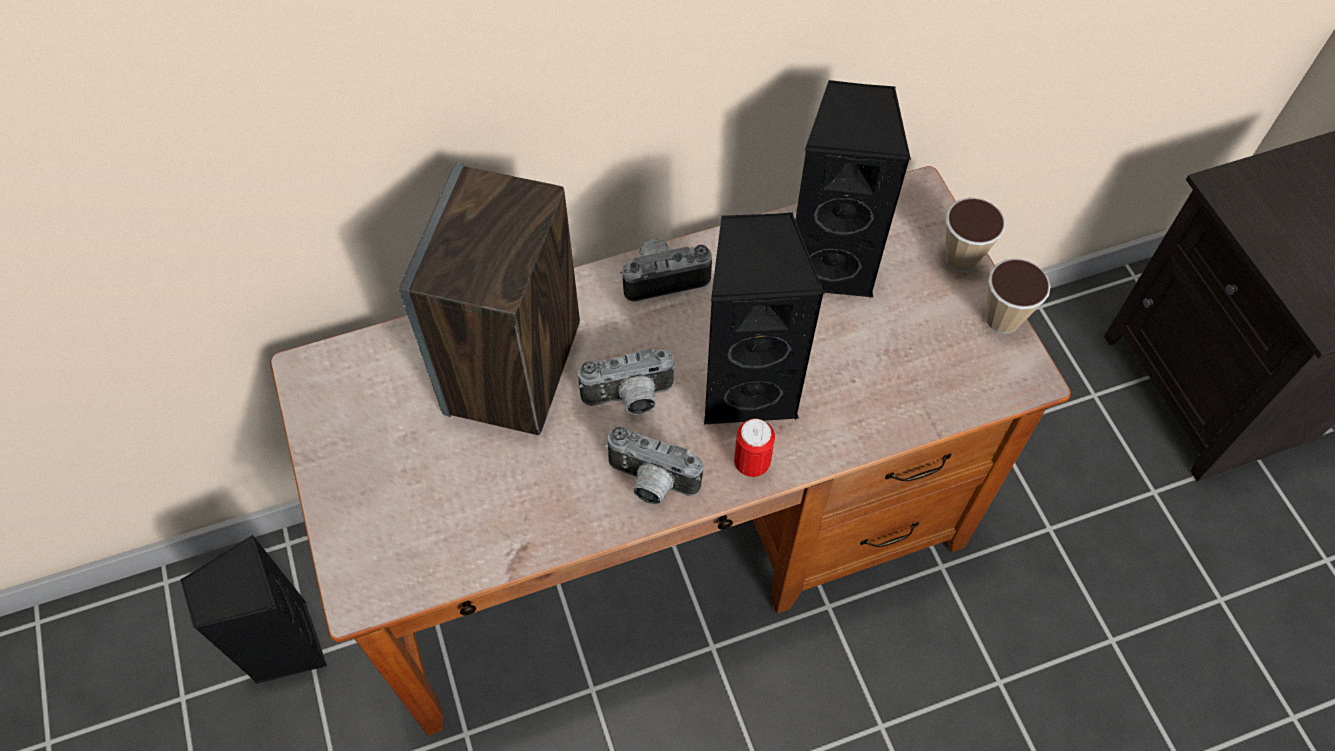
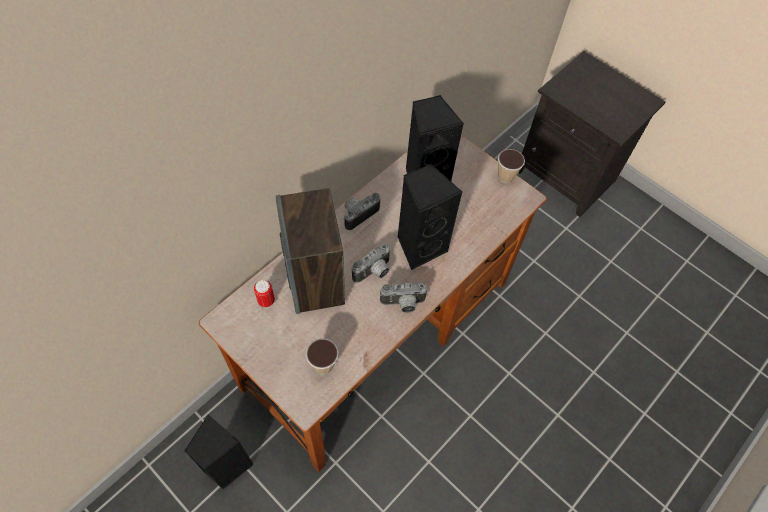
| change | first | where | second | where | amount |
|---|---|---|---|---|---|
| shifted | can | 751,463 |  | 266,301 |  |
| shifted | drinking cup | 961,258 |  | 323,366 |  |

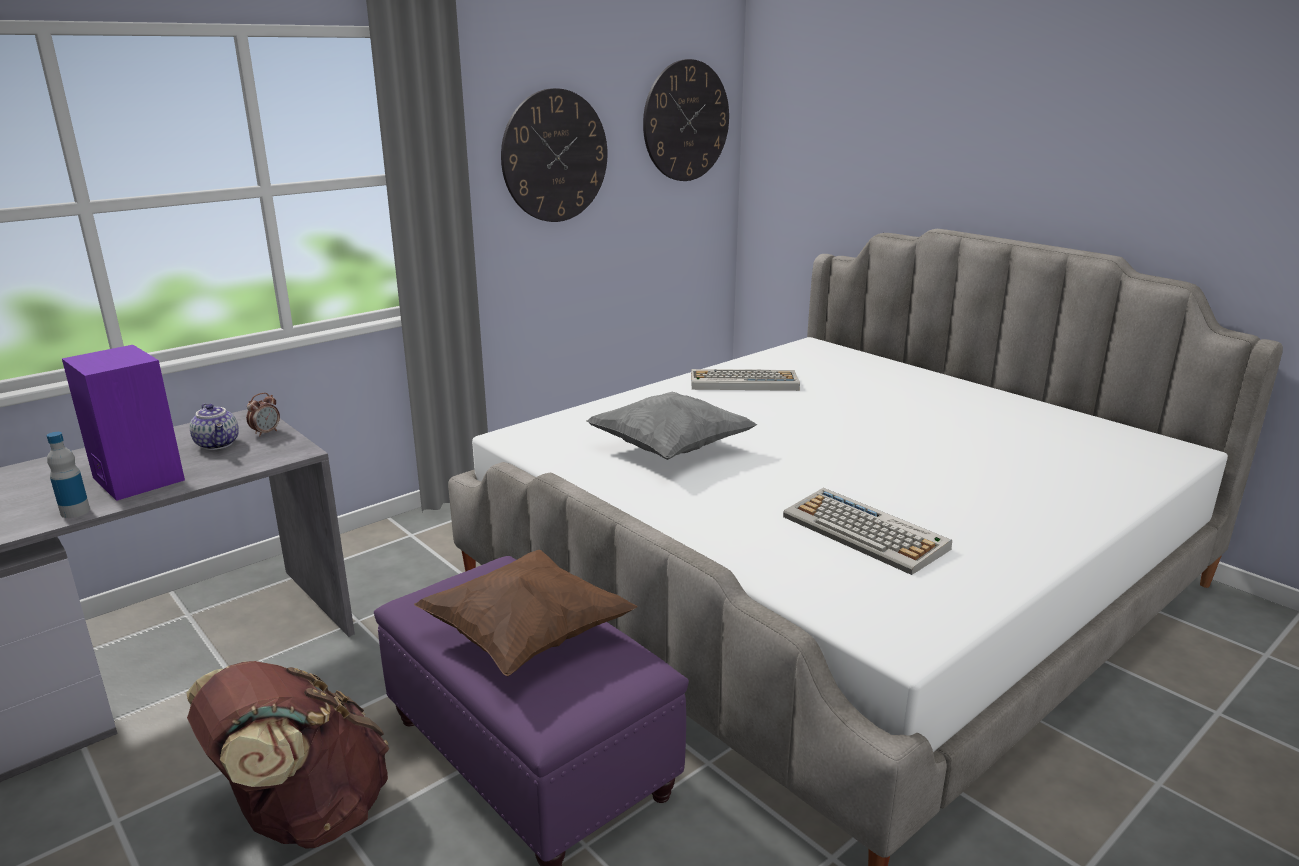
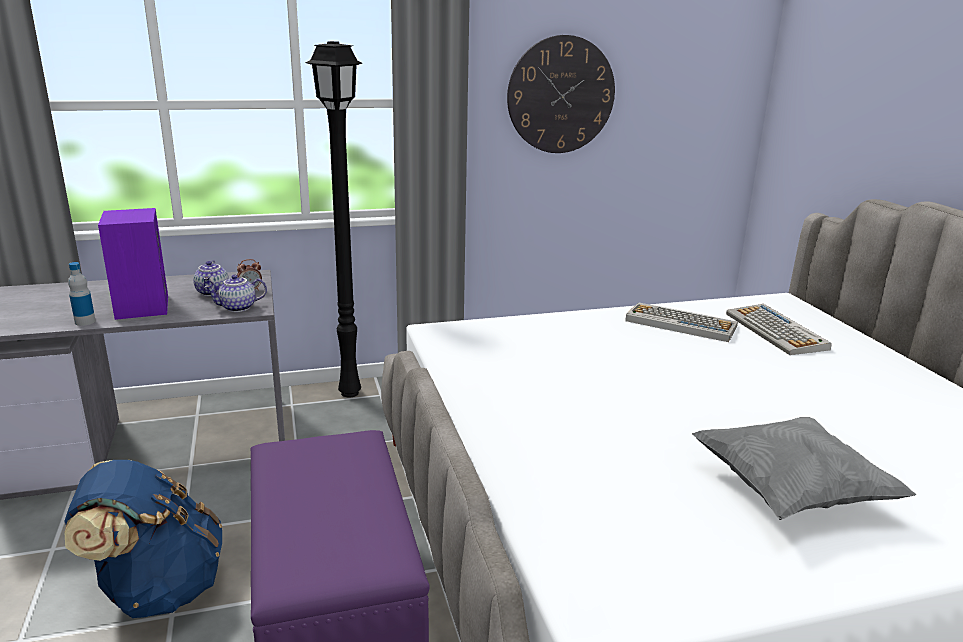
| change | first | where | second | where | amount |
|---|---|---|---|---|---|
| repainted | brown backpack | 304,814 | bluish backpack | 157,589 |  |
| gone | brown cushion | 526,637 |  |  |  |
| shifted | gray cushion | 670,449 |  | 790,492 |  |
| gone | hanging clock | 686,121 |  |  |  |
| shifted | PC keyboard | 866,533 |  | 776,331 |  |
| new |  |  | tea pot | 237,308 |  |
| new |  |  | black standing lamp | 350,394 |  |

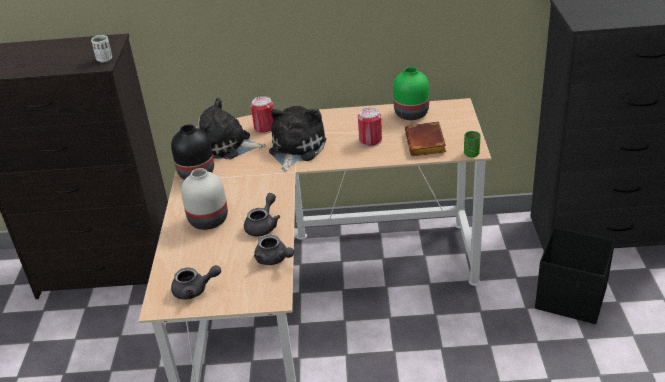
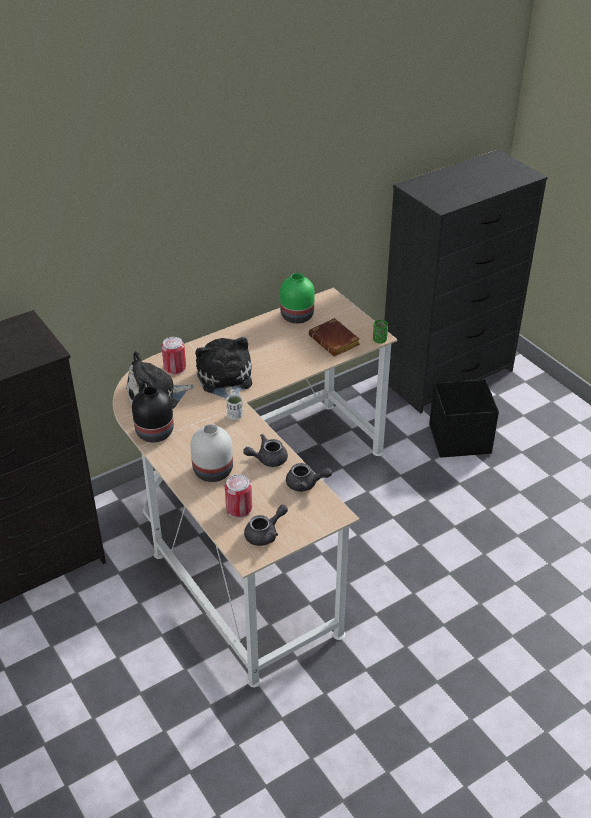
| change | first | where | second | where | amount |
|---|---|---|---|---|---|
| shifted | white drinking cup | 104,59 |  | 235,416 |  |
| rotated | gray tea pot | 263,225 |  | 267,459 | 105 degrees counterclockwise |
| shifted | can | 370,140 |  | 239,509 |  |

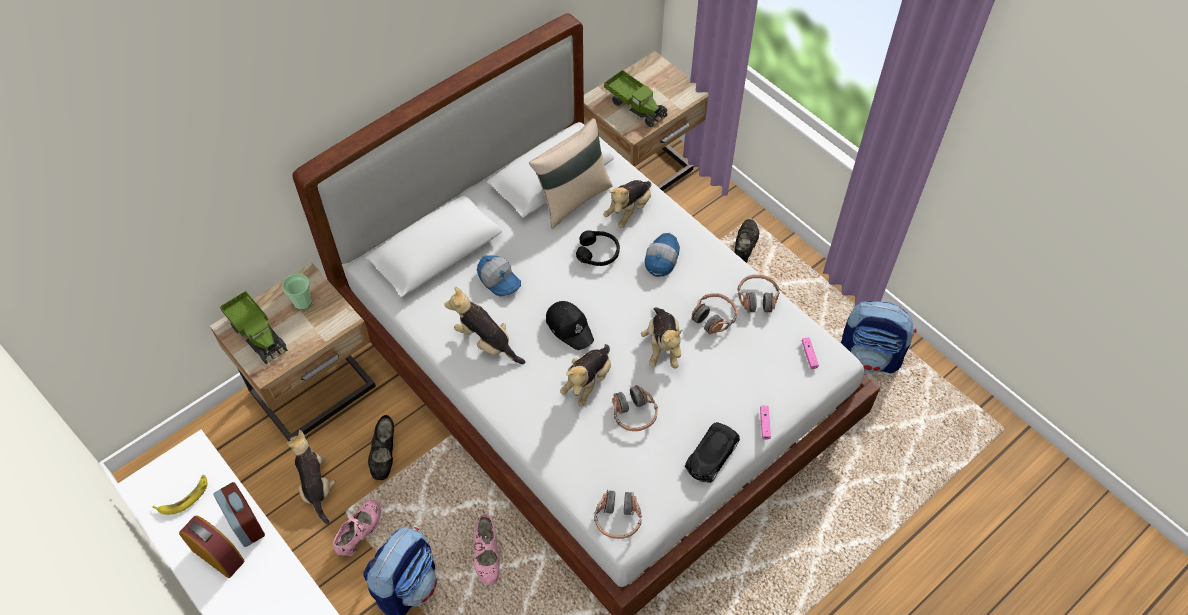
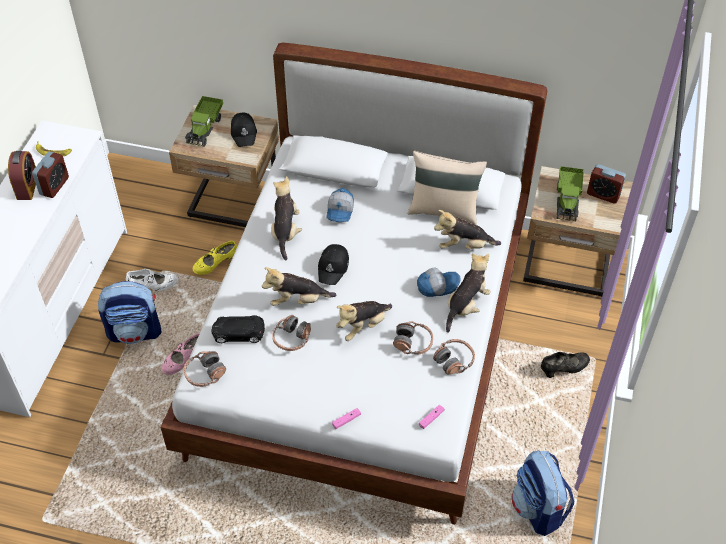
| change | first | where | second | where | amount |
|---|---|---|---|---|---|
| swapped | drinking cup | 303,302 | black peaked cap | 244,133 |  |
| shifted | plush toy | 316,486 |  | 466,306 |  |
| repainted | pink-coloured item of footwear | 360,533 | white item of footwear | 154,287 |  |
| repainted | black item of footwear | 384,455 | yellow item of footwear | 216,265 |  |
| gone | black headphones | 598,253 |  |  |  |
| shifted | black model car | 711,456 |  | 238,333 |  |
| new |  |  | table clock | 603,194 |  |

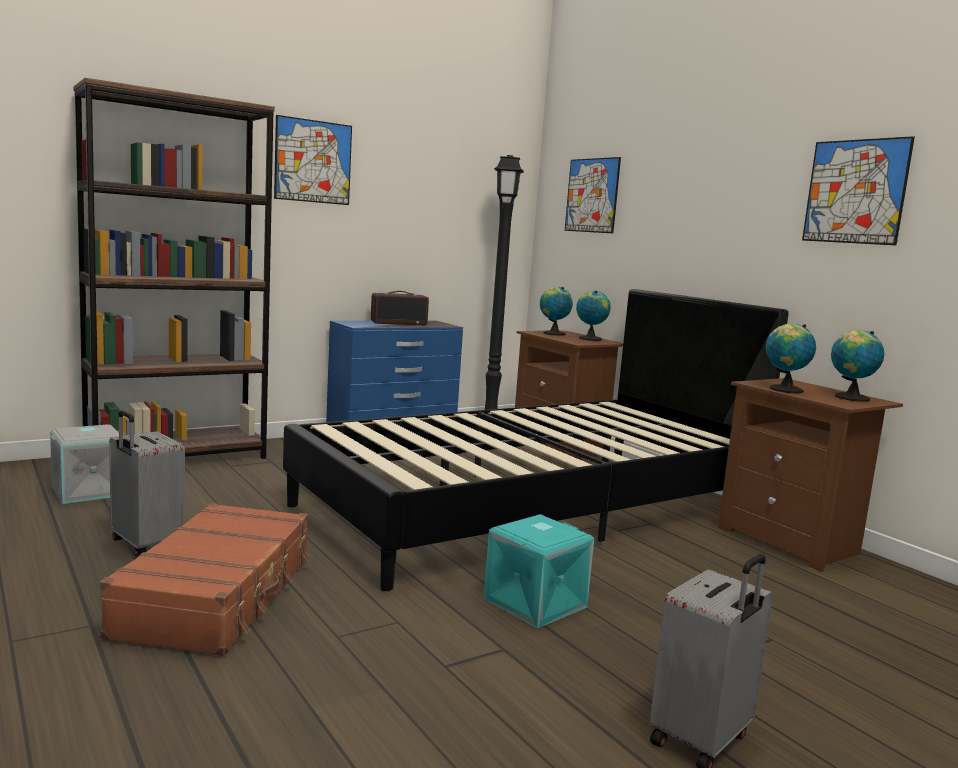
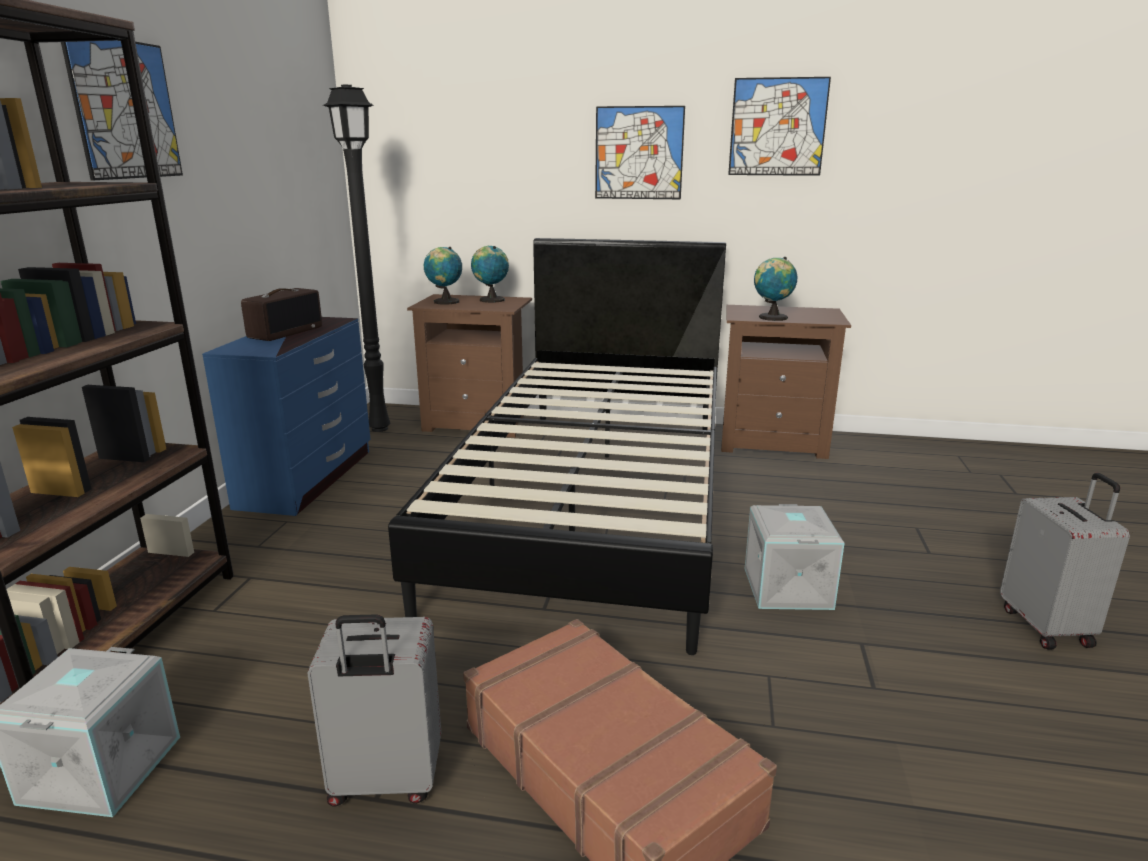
| change | first | where | second | where | amount |
|---|---|---|---|---|---|
| repainted | blue-green storage bin | 534,602 | gray storage bin | 785,588 |  |
| shifted | picture | 592,195 |  | 639,153 |  |
| gone | desk globe | 849,397 |  |  |  |

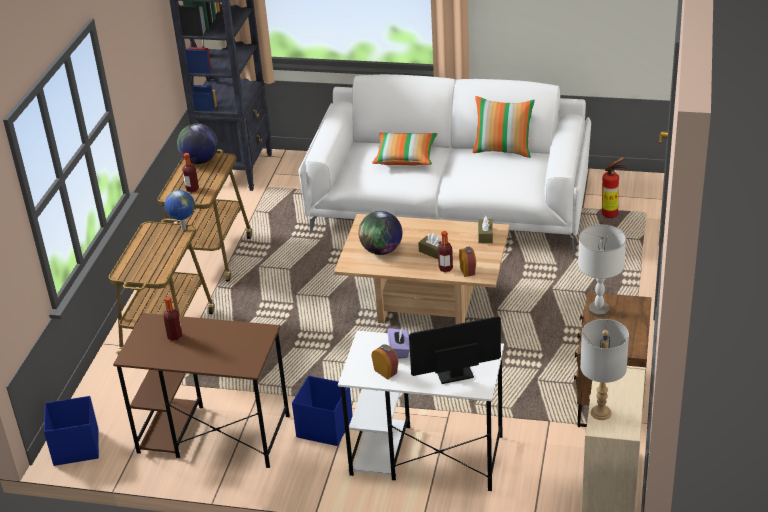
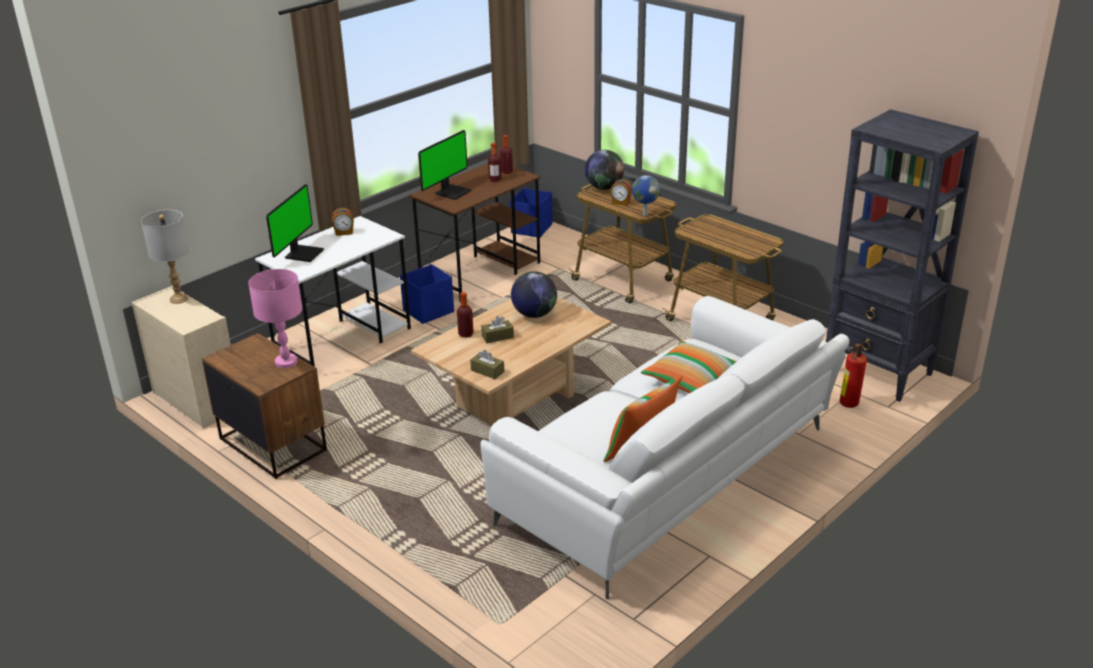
| change | first | where | second | where | amount |
|---|---|---|---|---|---|
| shifted | desk globe | 200,161 |  | 604,188 |  |
| shifted | drink bottle | 192,189 |  | 506,172 |  |
| gone | purplish box of tissues | 399,350 |  |  |  |
| shifted | table clock | 468,271 |  | 621,203 |  |
| repainted | gray lamp for a table | 599,310 | pink-coloured lamp for a table | 286,362 |  |
| shifted | extinguisher | 612,214 |  | 848,405 |  |
| new |  |  | computer screen | 452,192 |  |

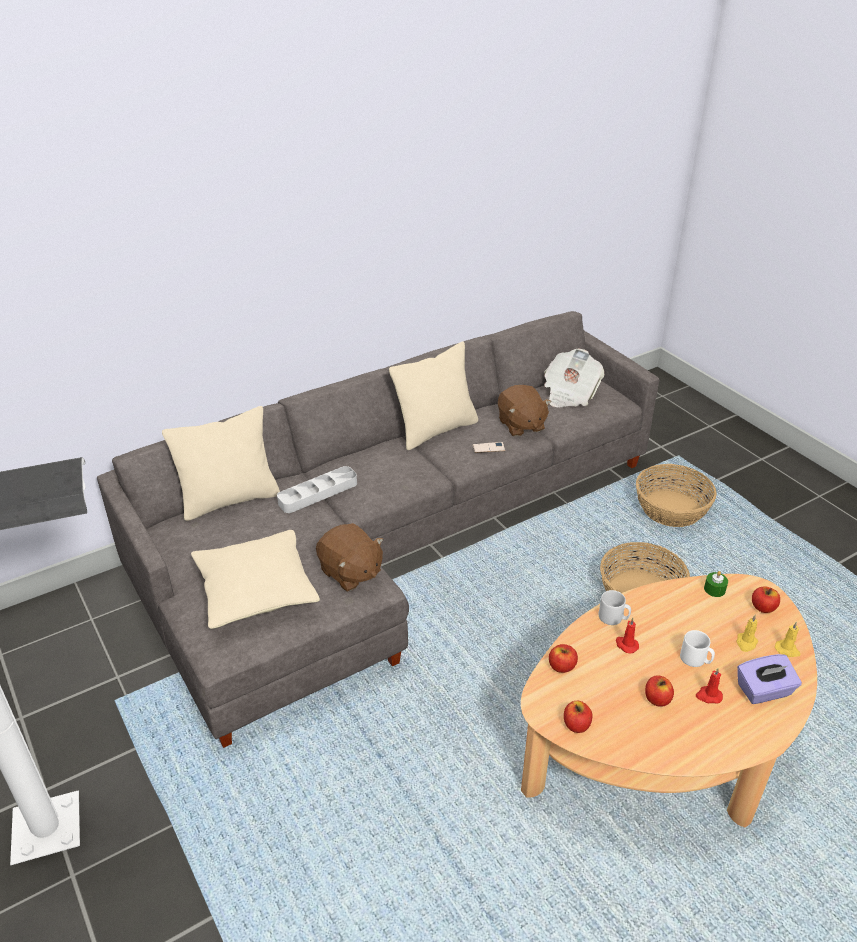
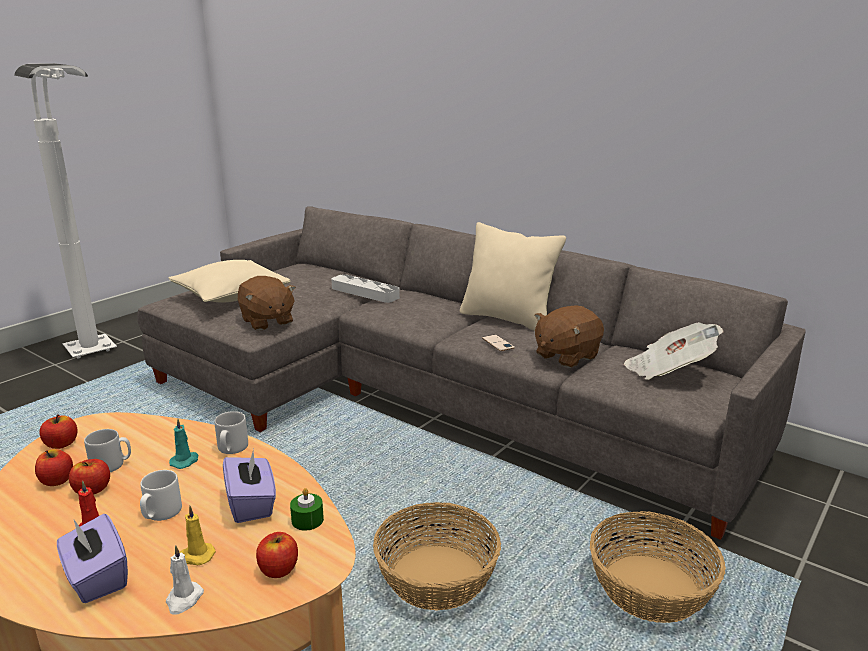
| change | first | where | second | where | amount |
|---|---|---|---|---|---|
| gone | beige cushion | 230,500 |  |  |  |
| rotated | brown plush toy | 350,573 |  | 267,321 | 60 degrees counterclockwise |
| shifted | apple | 561,666 |  | 57,481 |  |
| repainted | red wax candle | 626,645 | blue-green wax candle | 185,461 |  |
| repainted | yellow wax candle | 787,650 | white wax candle | 183,600 |  |
| new |  |  | gray tea mug | 111,465 |  |
| new |  |  | purplish box of tissues | 252,504 |  |

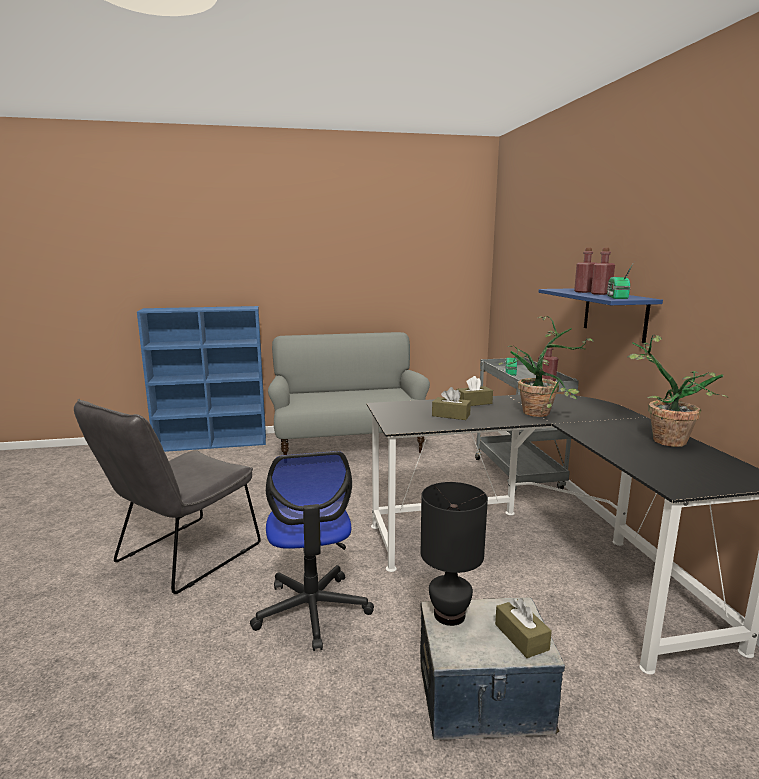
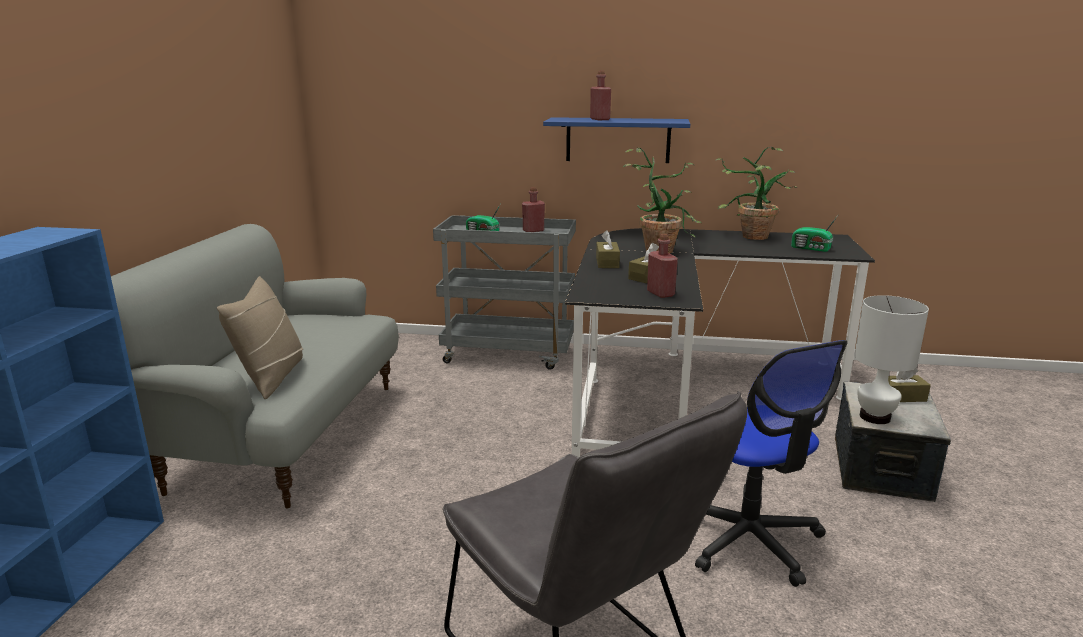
| change | first | where | second | where | amount |
|---|---|---|---|---|---|
| rotated | computer chair | 312,610 |  | 750,540 | 60 degrees clockwise |
| repainted | black lamp for a table | 448,615 | white lamp for a table | 875,417 |  |
| shifted | red drink bottle | 601,294 |  | 660,293 |  |
| shifted | radio receiver | 616,297 |  | 811,248 |  |
| new |  |  | beige cushion | 271,377 |  |

